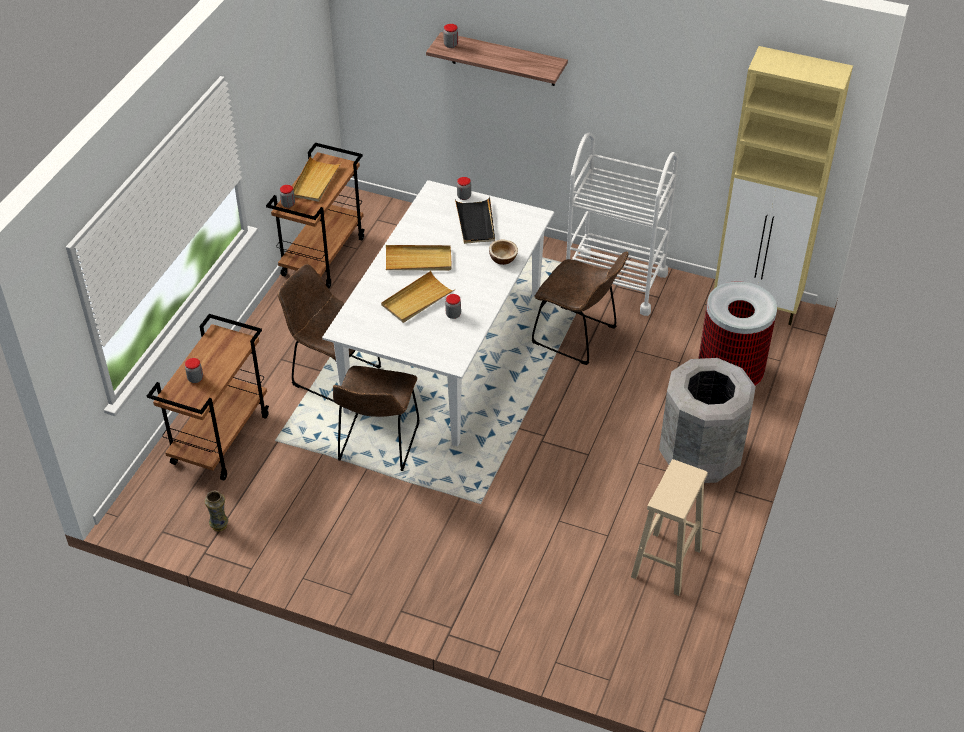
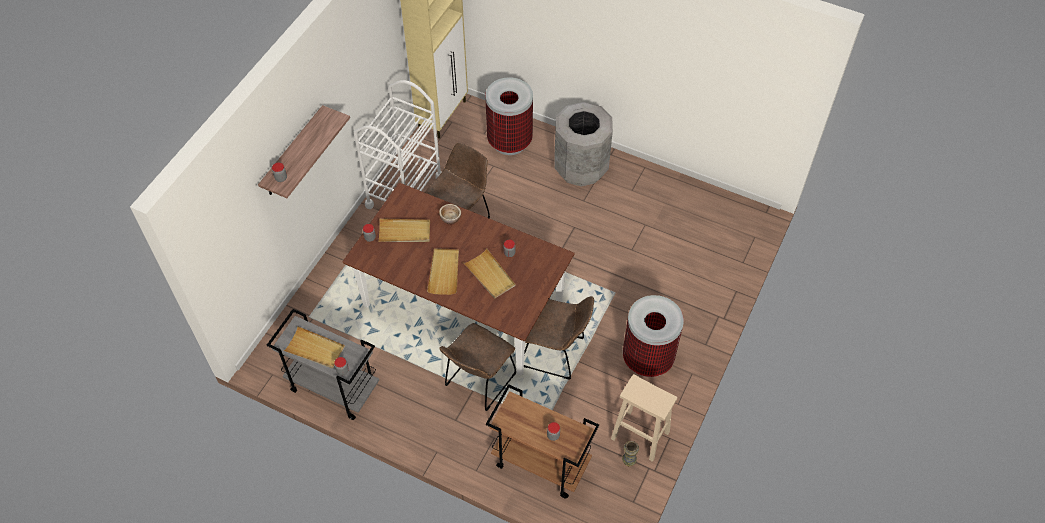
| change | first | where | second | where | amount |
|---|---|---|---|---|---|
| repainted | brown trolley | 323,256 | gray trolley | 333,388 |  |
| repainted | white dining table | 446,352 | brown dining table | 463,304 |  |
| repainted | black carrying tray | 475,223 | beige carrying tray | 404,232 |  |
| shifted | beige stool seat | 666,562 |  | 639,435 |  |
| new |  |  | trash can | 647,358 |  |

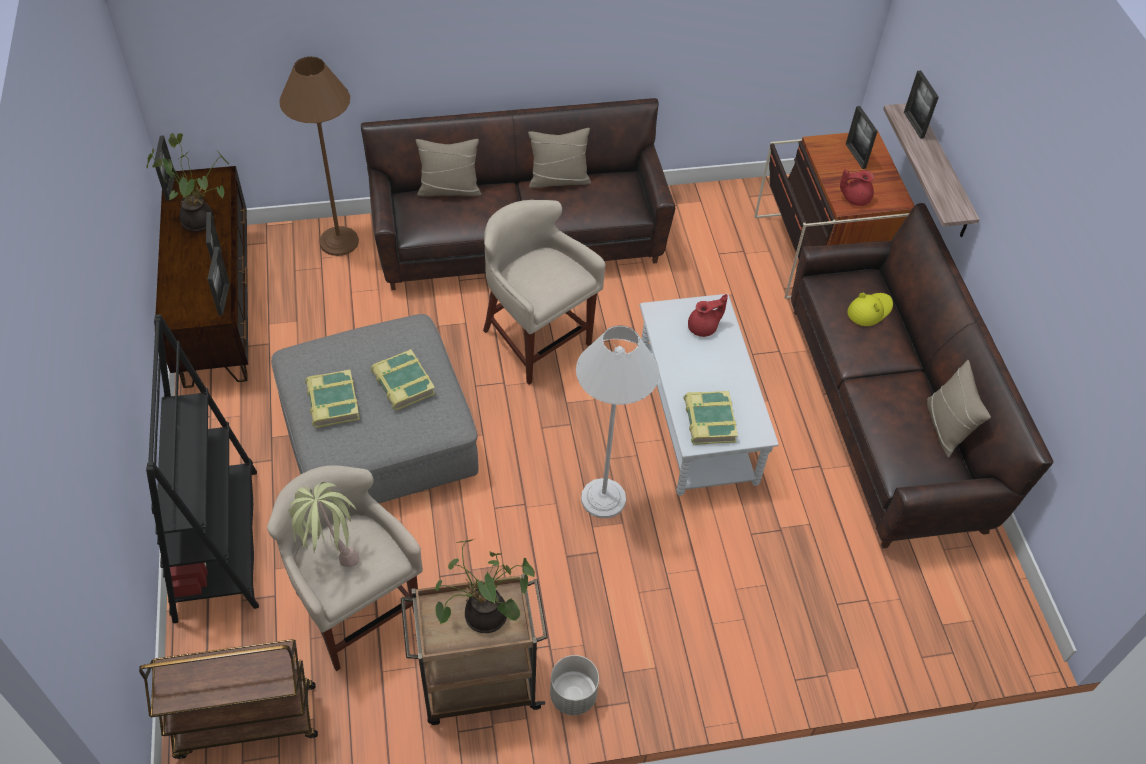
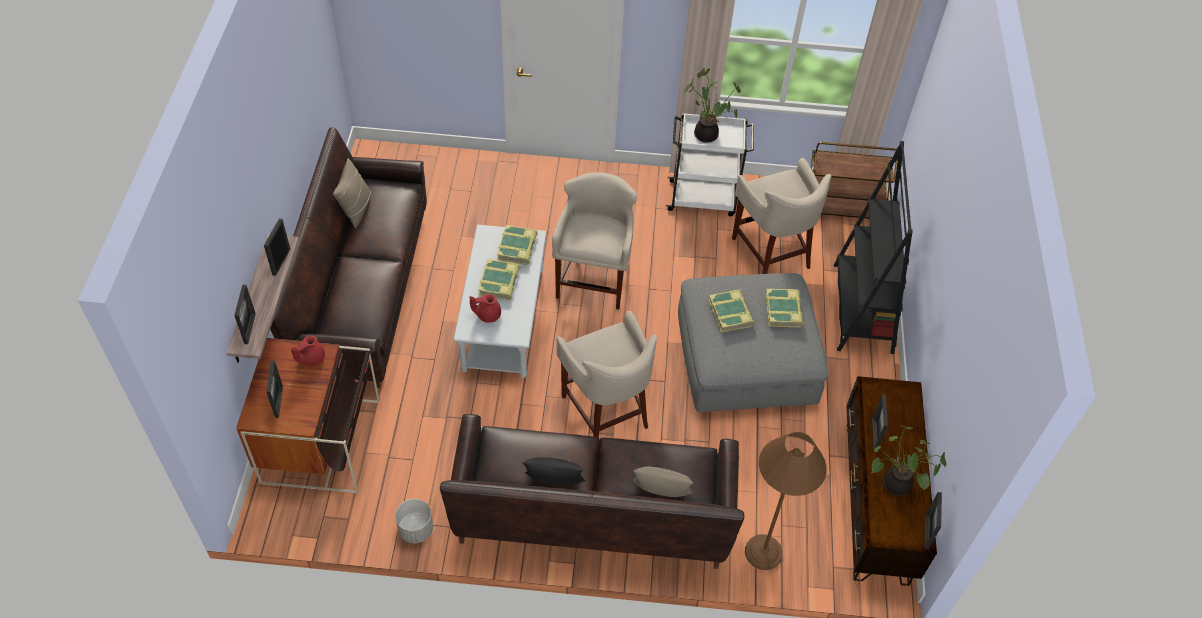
| change | first | where | second | where | amount |
|---|---|---|---|---|---|
| shifted | standing frame | 224,299 |  | 281,262 |  |
| gone | houseplant | 330,552 |  |  |  |
| repainted | brown trolley | 477,685 | white trolley | 703,198 |  |
| repainted | beige cushion | 559,180 | black cushion | 554,483 |  |
| shifted | gray flower pot | 573,695 |  | 415,530 |  |
| swapped | white standing lamp | 603,499 | beige stool seat | 594,280 |  |
| rotated | red tea pot | 855,198 |  | 311,358 | 120 degrees clockwise |
| gone | yellow wearable hat | 869,310 |  |  |  |
| new |  |  | bound book | 499,282 |  |

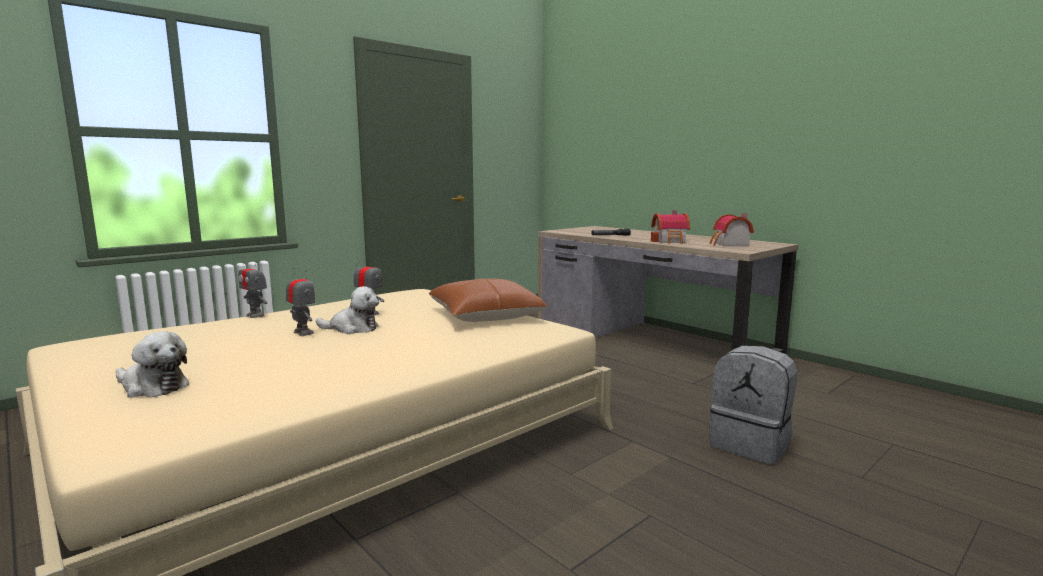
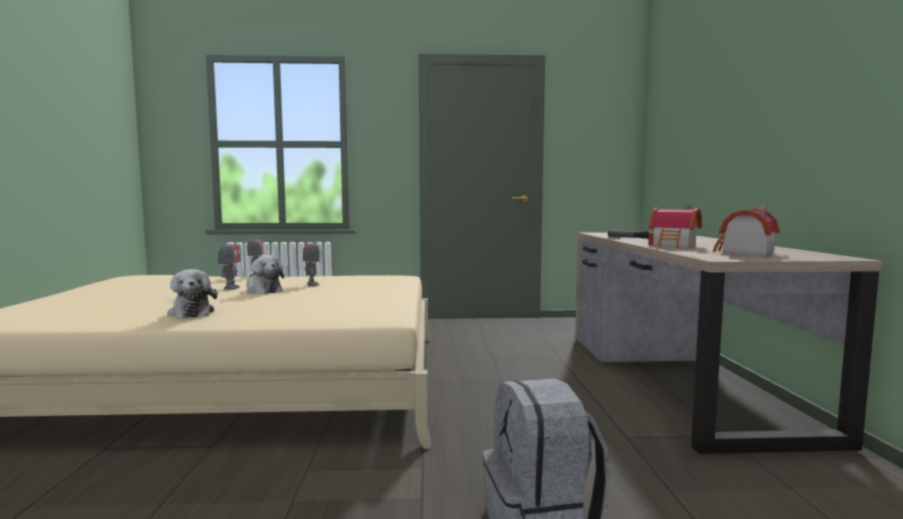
| change | first | where | second | where | amount |
|---|---|---|---|---|---|
| shifted | plush toy | 152,387 |  | 191,312 |  |
| gone | brown cushion | 485,316 |  |  |  |

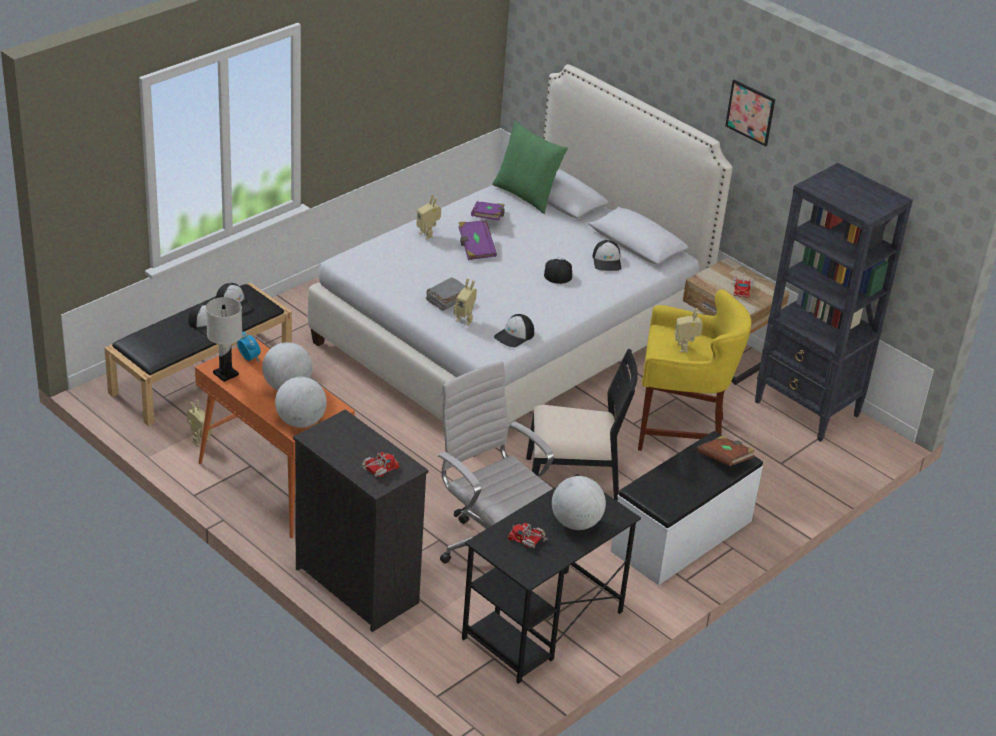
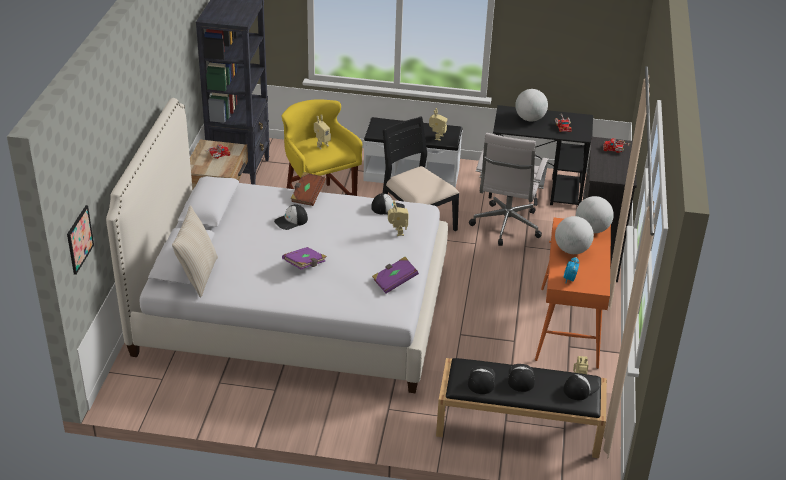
| change | first | where | second | where | amount |
|---|---|---|---|---|---|
| gone | white lamp for a table | 226,374 |  |  |  |
| shifted | toy robot | 428,234 |  | 437,137 |  |
| gone | gray bound book | 447,300 |  |  |  |
| shifted | purplish bound book | 488,218 |  | 394,281 |  |
| repainted | green-coloured cushion | 526,195 | beige cushion | 197,275 |  |
| shifted | peaked cap | 607,261 |  | 580,388 |  |
| shifted | brown bound book | 725,459 |  | 307,195 |  |
| shifted | picture | 750,112 |  | 79,239 |  |

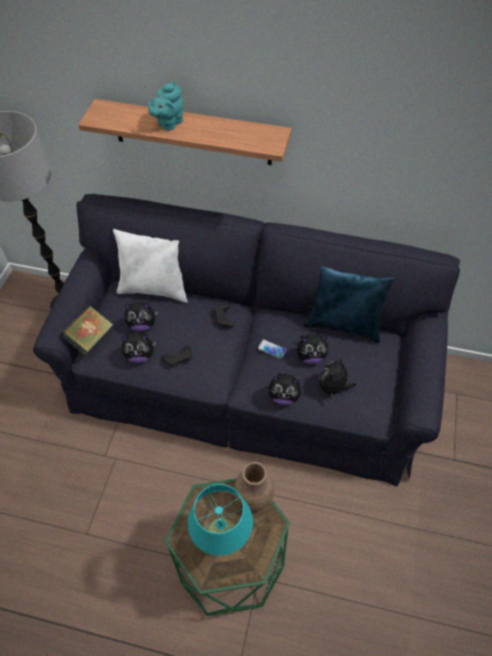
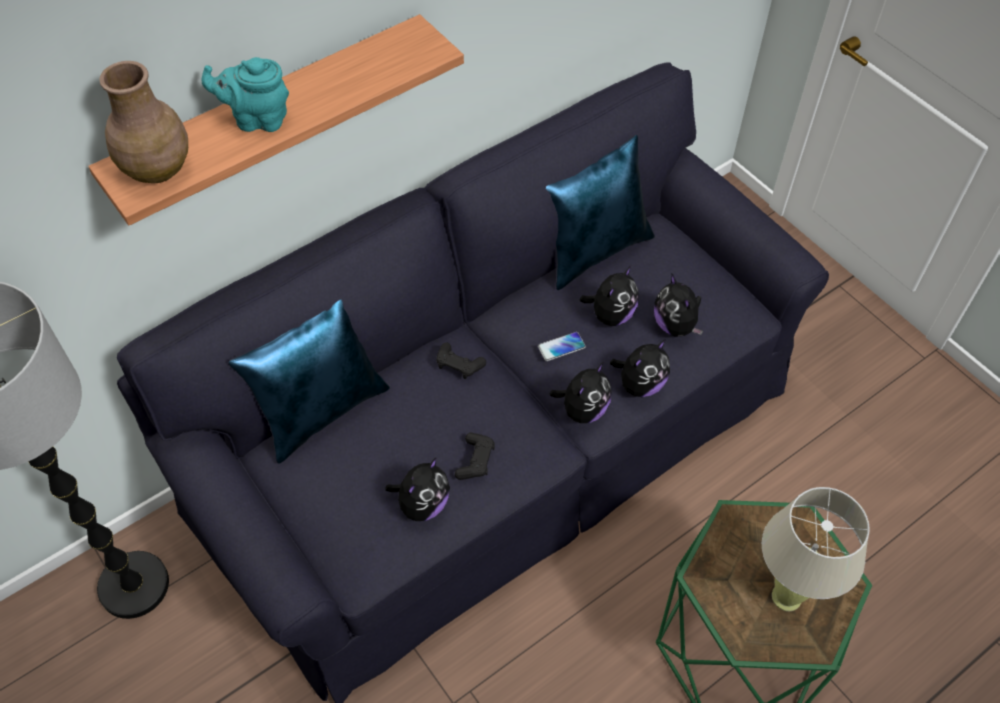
| change | first | where | second | where | amount |
|---|---|---|---|---|---|
| gone | bound book | 90,338 |  |  |  |
| repainted | white cushion | 155,288 | bluish cushion | 322,410 |  |
| shifted | plush toy | 142,324 |  | 583,410 |  |
| rotated | blue-green tea pot | 168,123 |  | 257,119 | 105 degrees clockwise |
| repainted | blue-green lamp for a table | 222,543 | beige lamp for a table | 786,597 |  |
| shifted | brown flower vase | 254,496 |  | 159,169 |  |

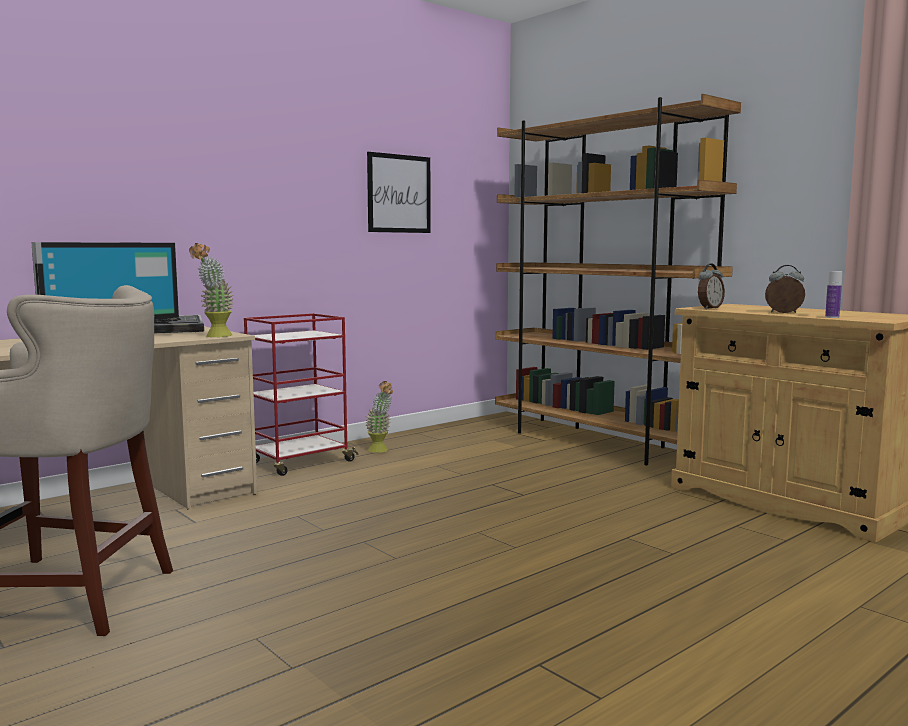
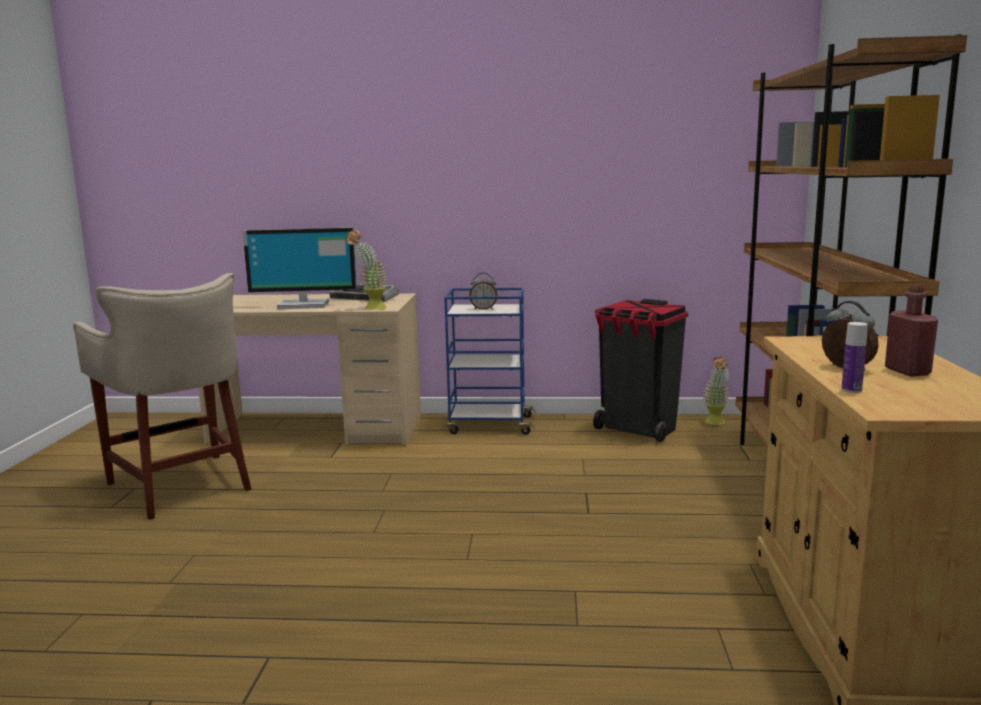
| change | first | where | second | where | amount |
|---|---|---|---|---|---|
| repainted | red trolley | 300,462 | bluish trolley | 489,425 |  |
| shifted | houseplant | 381,451 |  | 715,423 |  |
| gone | picture | 399,193 |  |  |  |
| shifted | table clock | 709,308 |  | 483,309 |  |
| new |  |  | black trash can | 638,430 |  |
| new |  |  | red drink bottle | 907,371 |  |

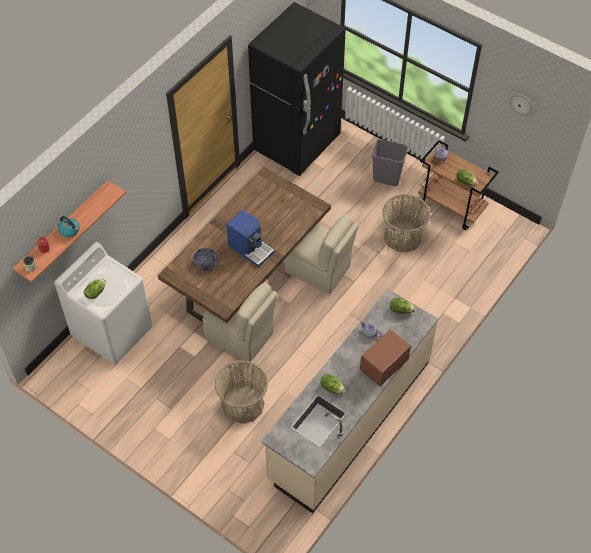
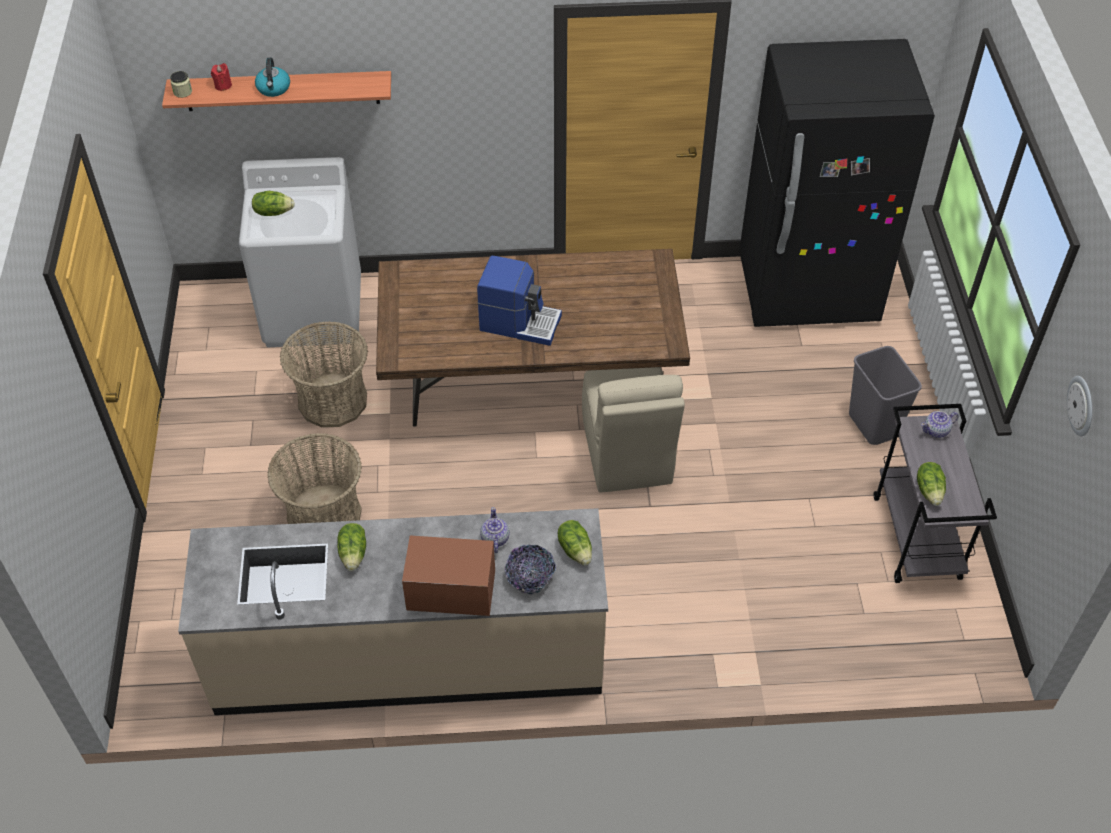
| change | first | where | second | where | amount |
|---|---|---|---|---|---|
| shifted | bowl | 205,263 |  | 529,576 |  |
| gone | beige plain chair | 240,336 |  |  |  |
| rotated | coffee maker | 251,248 |  | 520,322 | 75 degrees counterclockwise |
| shifted | household basket | 402,236 |  | 332,400 |  |
| repainted | brown trolley | 452,207 | gray trolley | 917,538 |  |

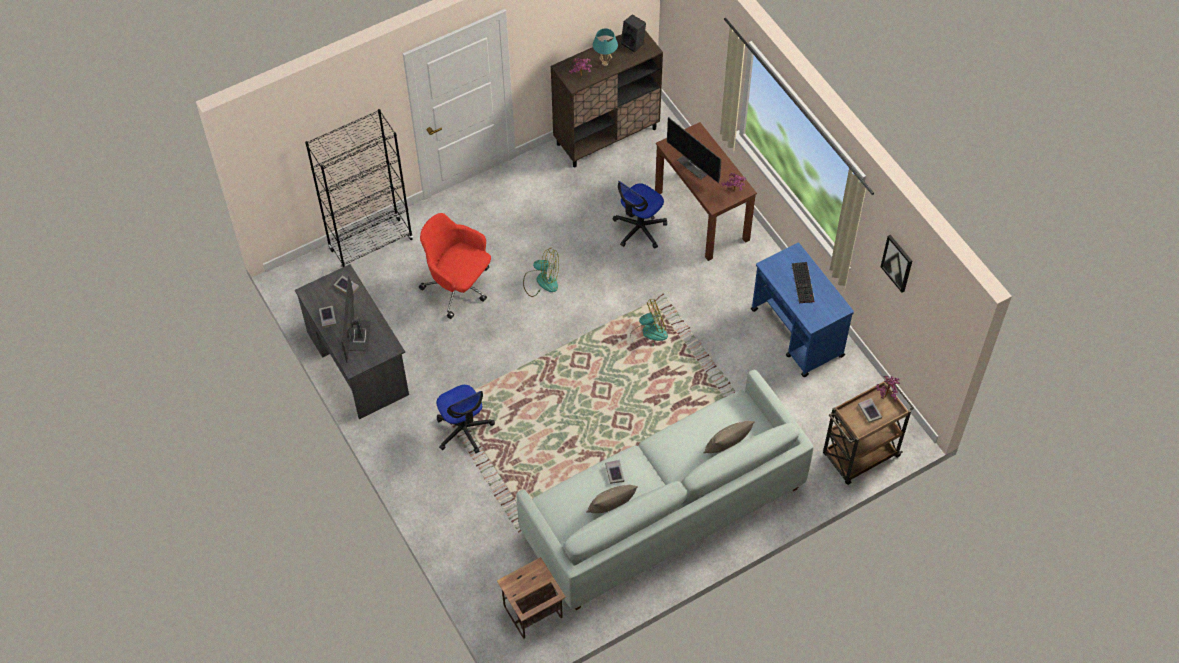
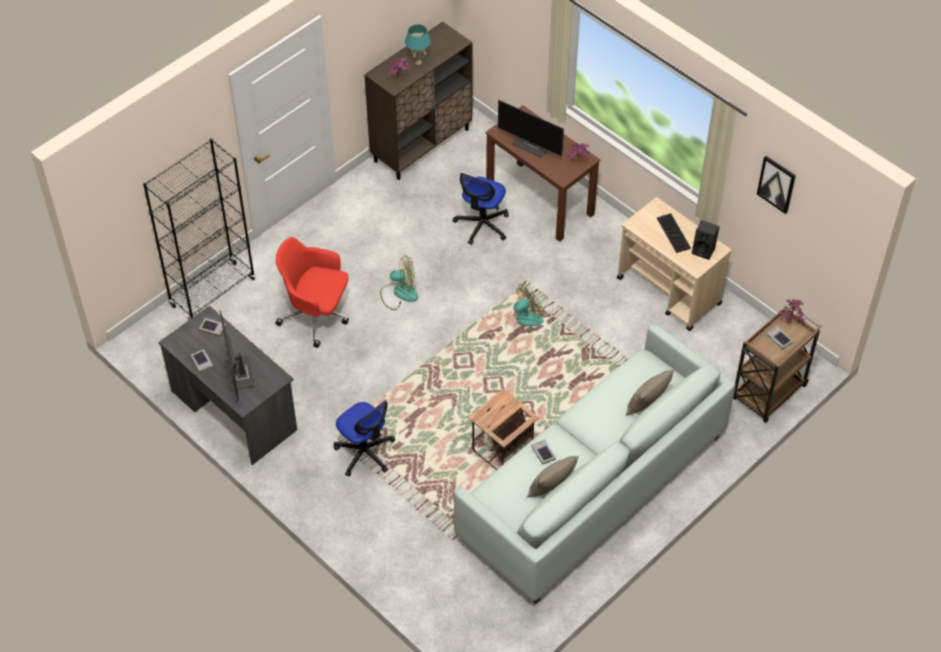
| change | first | where | second | where | amount |
|---|---|---|---|---|---|
| shifted | end table | 532,613 |  | 501,450 |  |
| shifted | black speaker | 634,43 |  | 704,250 |  |
| repainted | bluish trolley | 797,333 | beige trolley | 669,291 |  |

